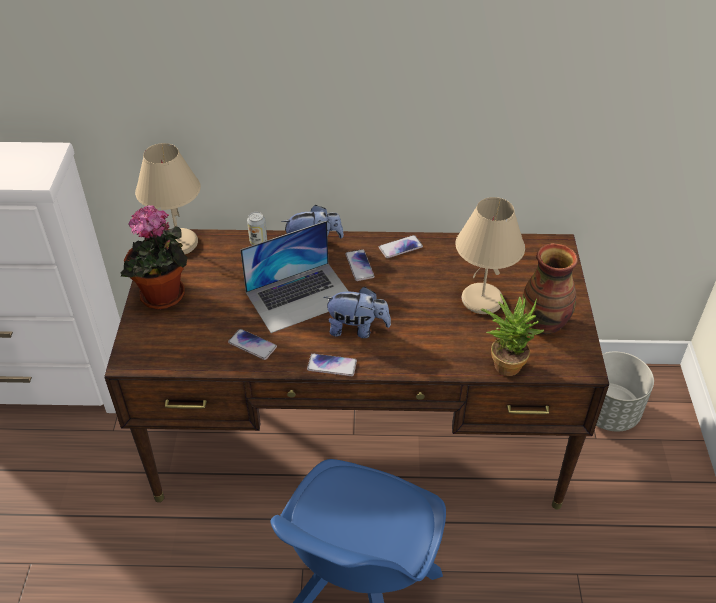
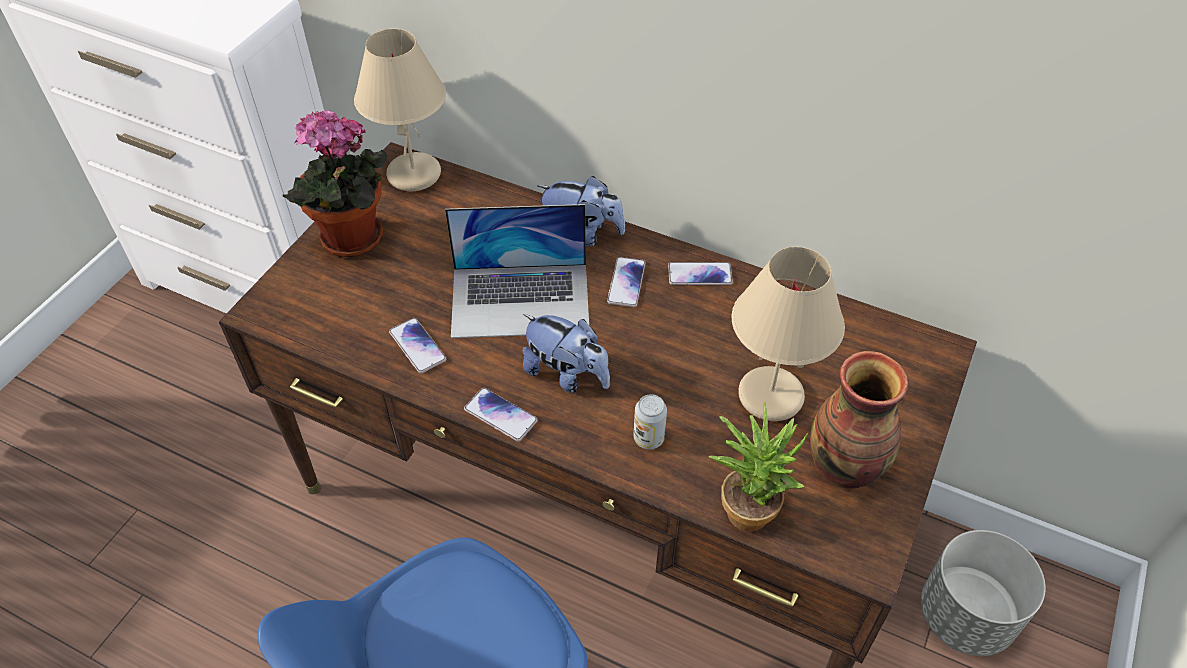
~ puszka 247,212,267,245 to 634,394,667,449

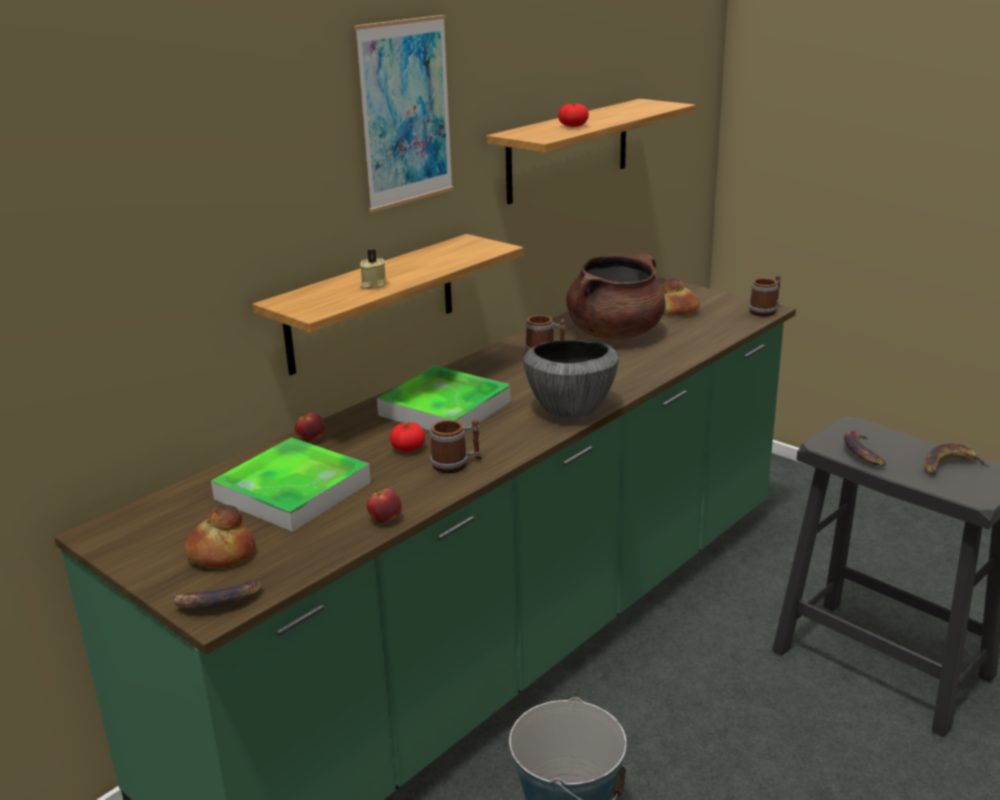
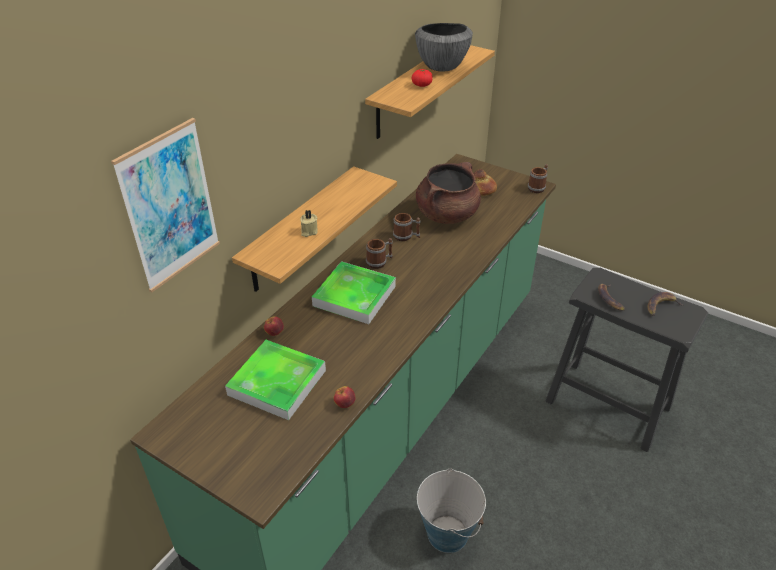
~ obraz 354,15,454,213 to 111,118,220,292
~ kubek 430,419,482,473 to 366,238,393,269
~ miska 523,340,619,418 to 415,23,473,71
- banan 171,580,262,609
- chleb 184,505,255,568
- pomidor 390,422,425,452

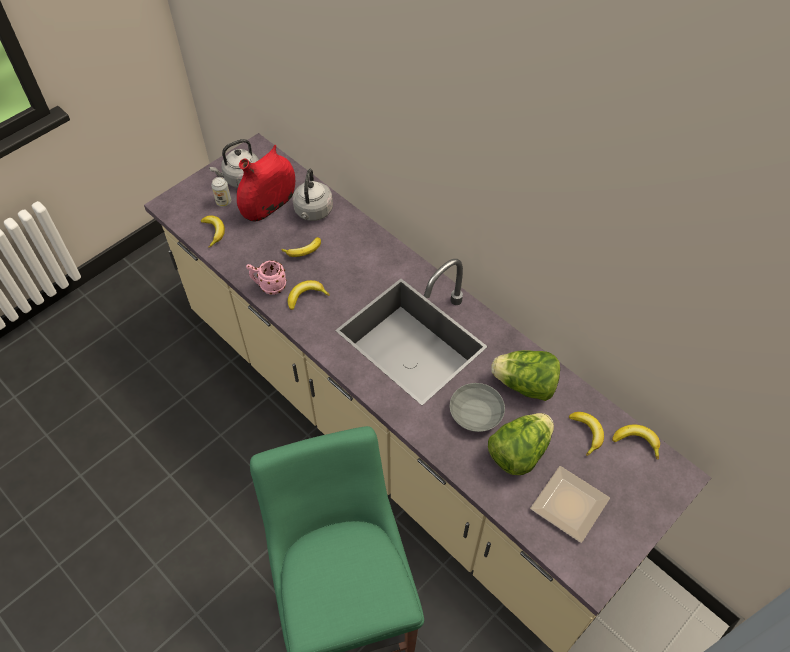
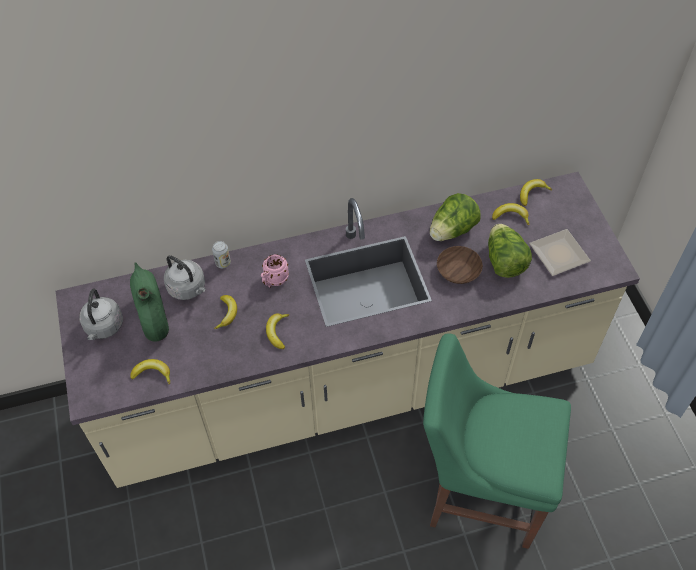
~ wazon (czerwony) 237,145,295,221 to wazon (zielony) 130,262,169,342
~ puszka 211,177,231,207 to 212,241,231,268
~ kubek (różowy) 246,260,286,295 to 261,254,289,288
~ miska (szary) 449,383,505,432 to miska (brązowy) 437,246,483,284

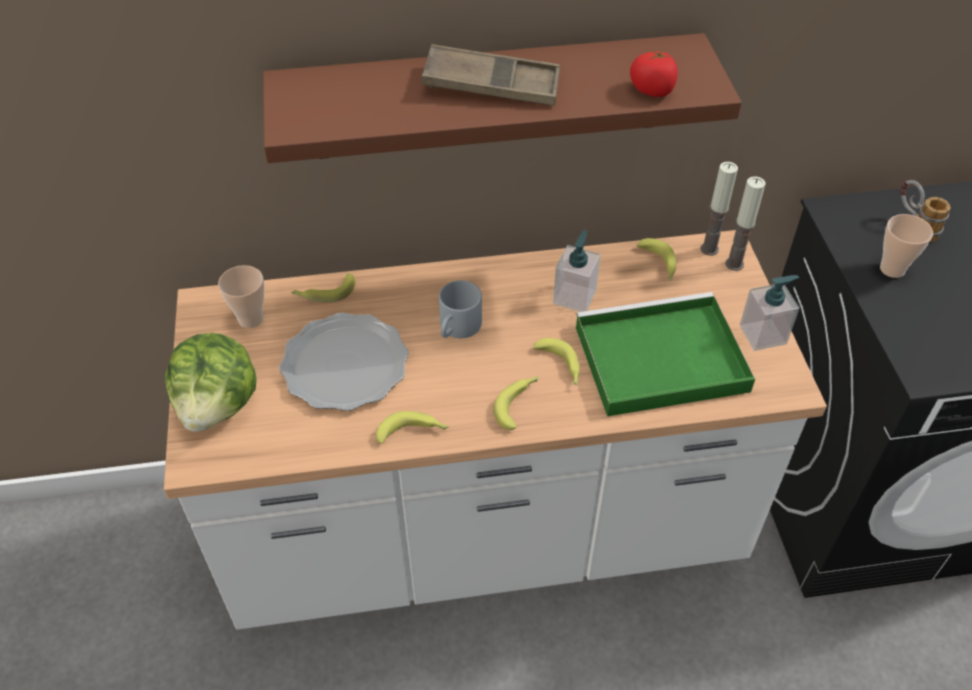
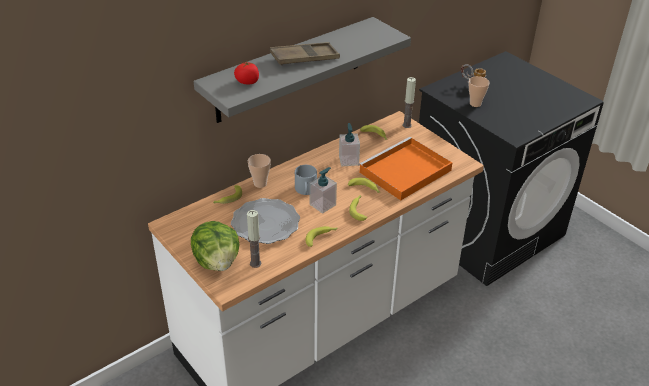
~ półka (brązowy) 263,33,742,163 to półka (szary) 193,17,411,123
~ pomidor 630,48,678,97 to 234,61,259,84
~ świeca 701,162,738,256 to 247,210,261,268
~ filiżanka 218,265,264,328 to 248,154,271,188
~ dozownik mydła 740,275,799,351 to 309,167,337,214
~ taca (zielony) 576,292,755,417 to taca (pomarańczowy) 358,137,452,200

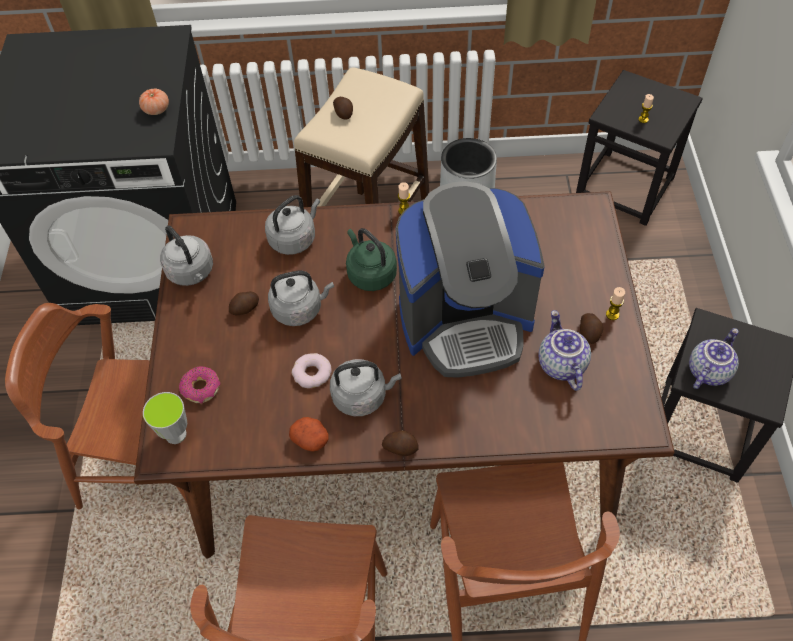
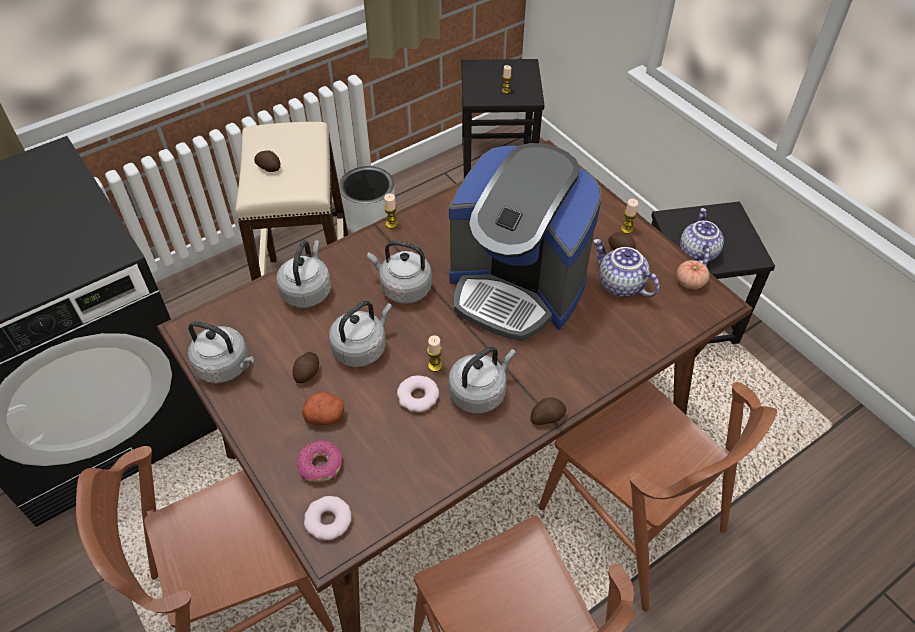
~ ziemniak 289,417,329,452 to 302,392,344,425
~ filiżanka 143,392,187,444 to donut 304,496,351,540
~ czajnik (zielony) 346,228,397,291 to czajnik (szary) 367,240,432,304
+ świeca 427,335,442,372
~ ekspres do kawy 396,181,545,378 = 449,143,602,341 75 degrees clockwise
~ pomidor 139,89,169,115 to 676,260,710,289

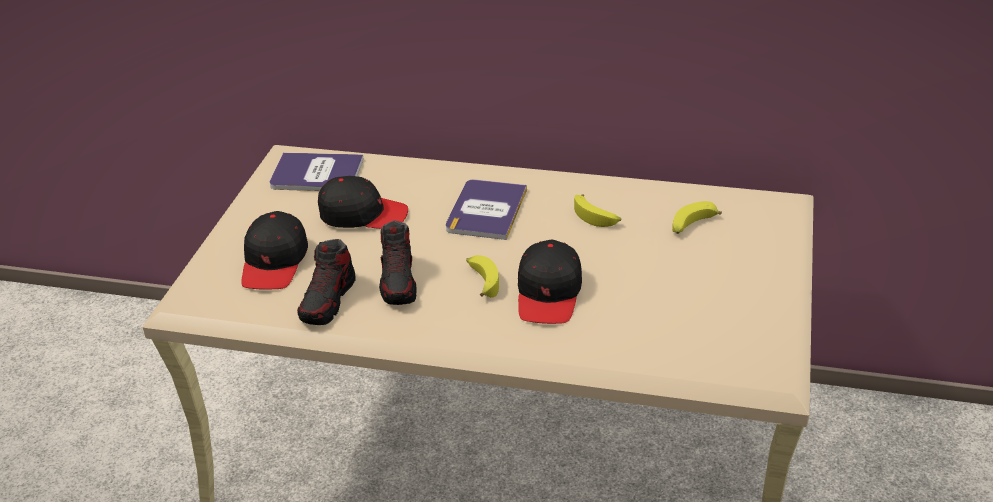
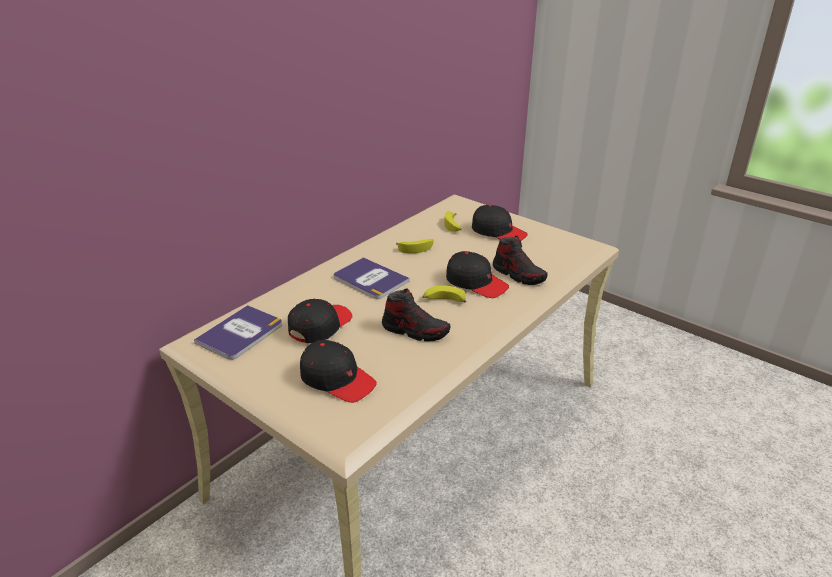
+ czapka z daszkiem (czarny) 472,205,528,241
~ but 297,239,356,325 to 493,236,547,285

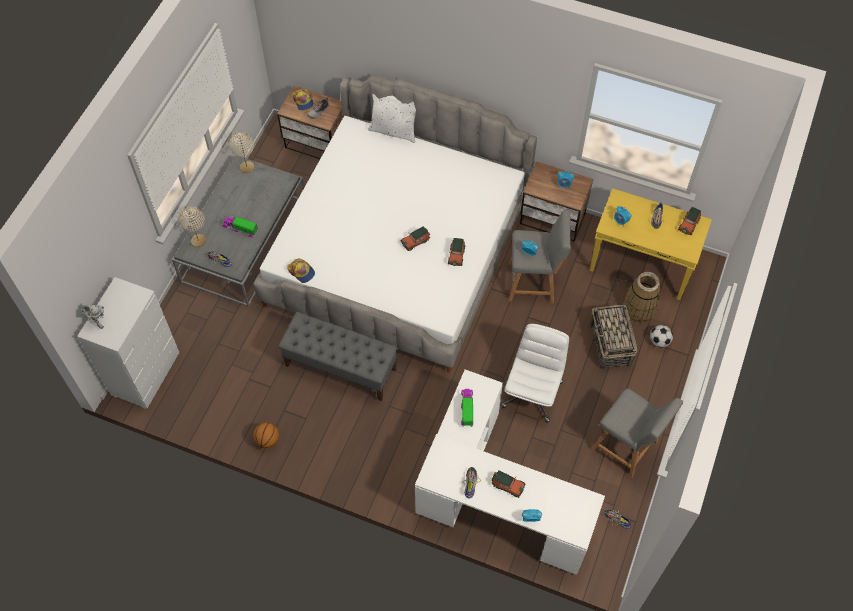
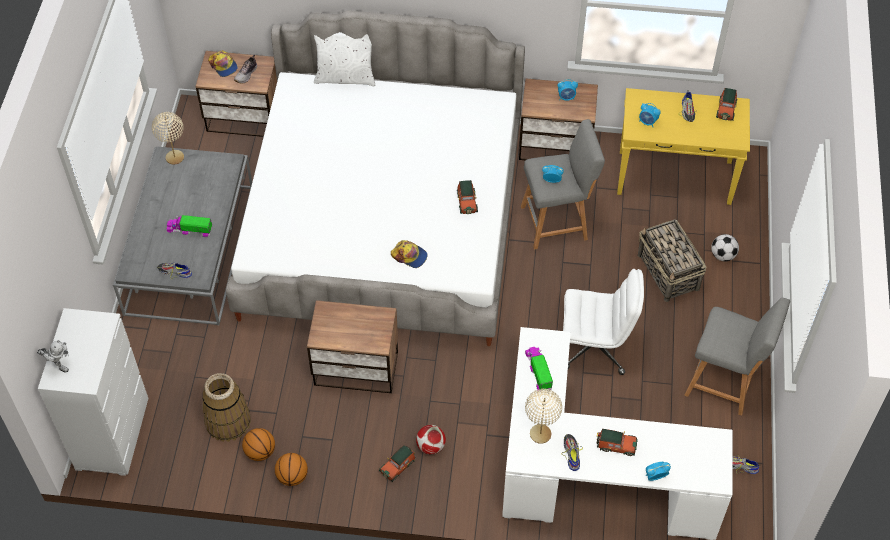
~ koszyk 623,272,661,324 to 202,373,251,442
+ piłka do koszykówki 242,428,275,461
~ ławka (szary) 278,312,398,401 to szafka nocna 307,300,398,393
~ samochodzik 401,226,431,251 to 379,445,416,482
~ czapka z daszkiem 287,258,315,283 to 391,240,428,268
+ piłka futbolowa 416,425,446,455
~ lampa stołowa (beżowy) 178,206,206,247 to 525,389,562,443
~ krzesło biurowe (biały) 501,324,569,423 = 563,269,644,375 90 degrees clockwise

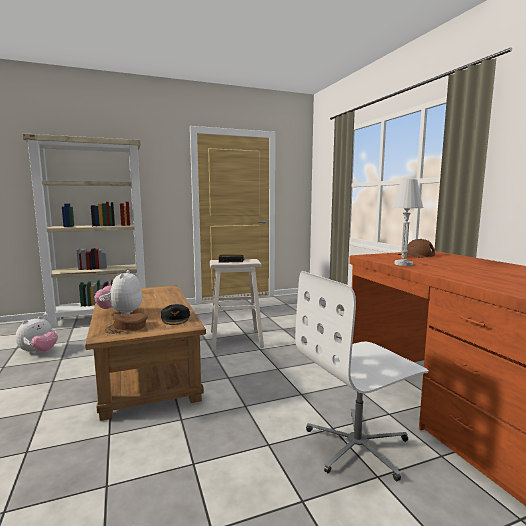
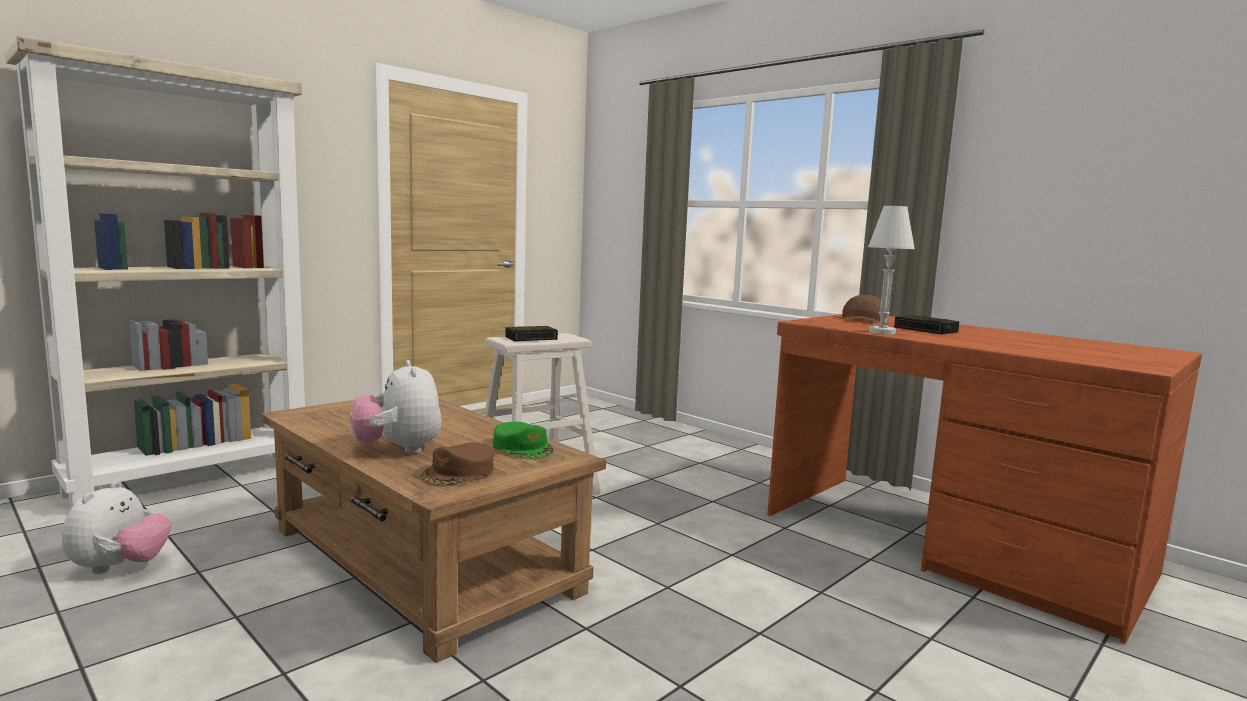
~ czapka z daszkiem (czarny) 161,304,190,325 to czapka z daszkiem (zielony) 493,422,554,459
+ budzik 894,315,960,334
- krzesło biurowe (biały) 295,271,429,481

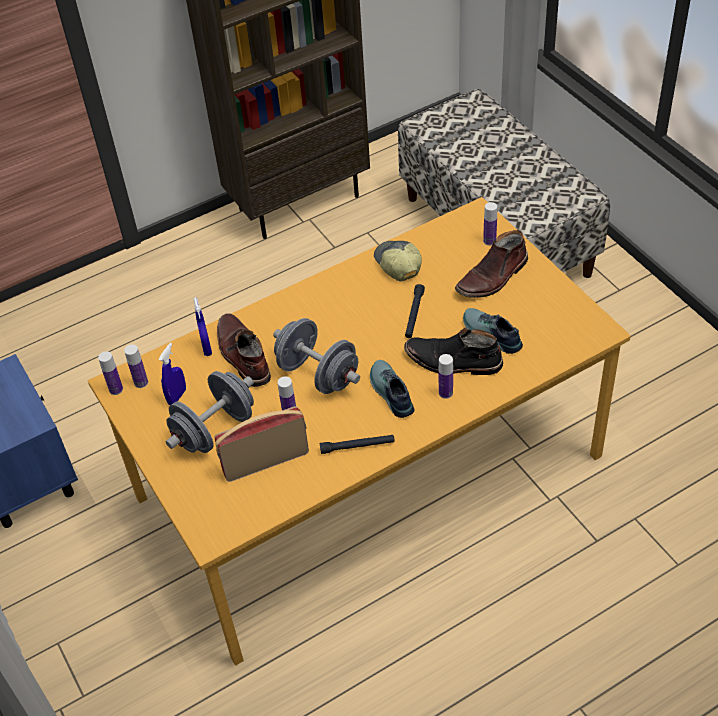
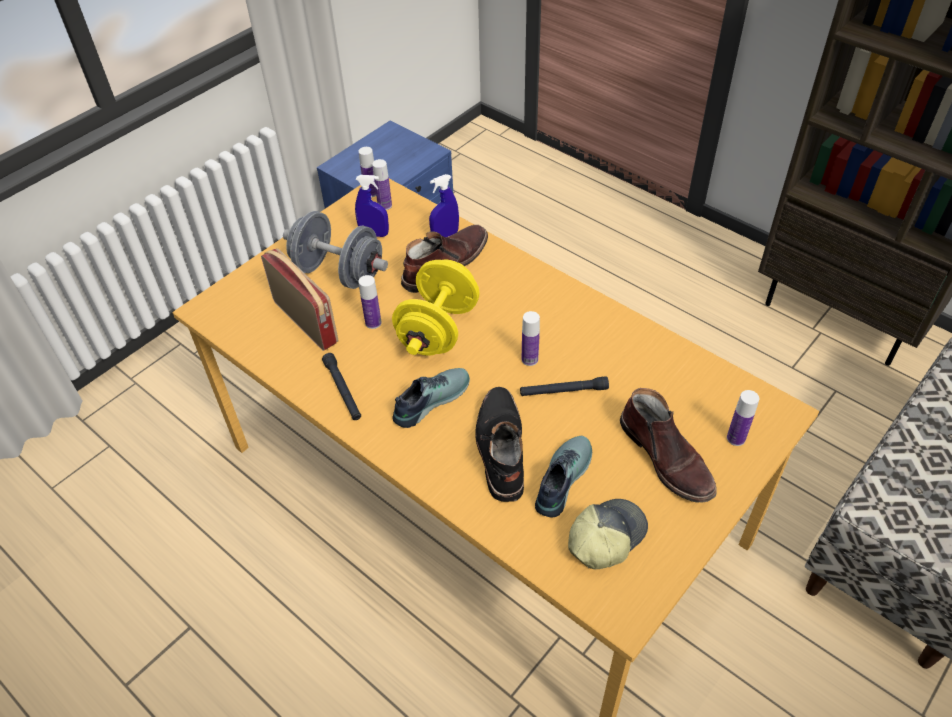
~ hantel (szary) 273,318,360,394 to hantel (żółty) 392,260,480,356
~ butelka 438,354,453,399 to 522,311,540,366
~ czapka z daszkiem 374,241,422,281 to 568,499,648,569
~ but z cholewką (brązowy) 455,230,528,298 = 620,388,717,503 150 degrees counterclockwise

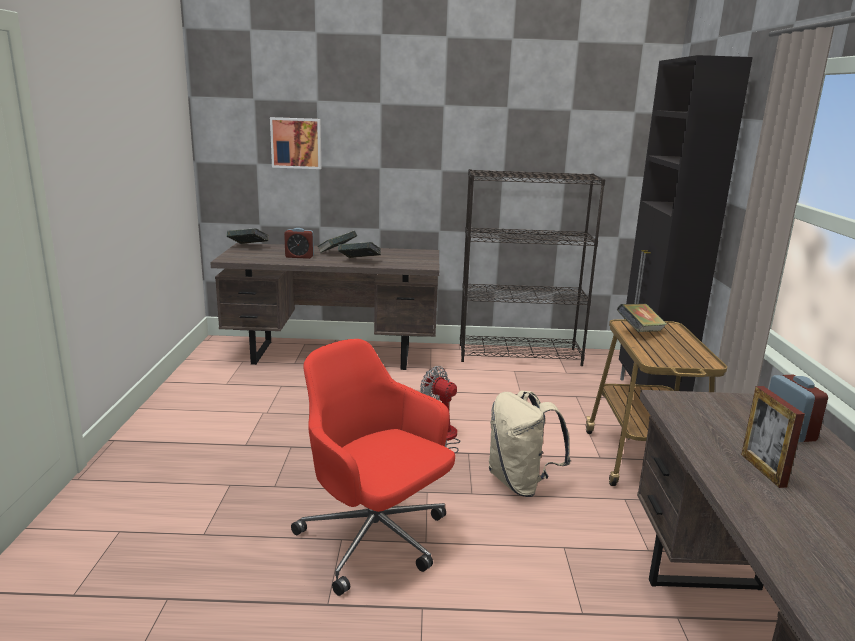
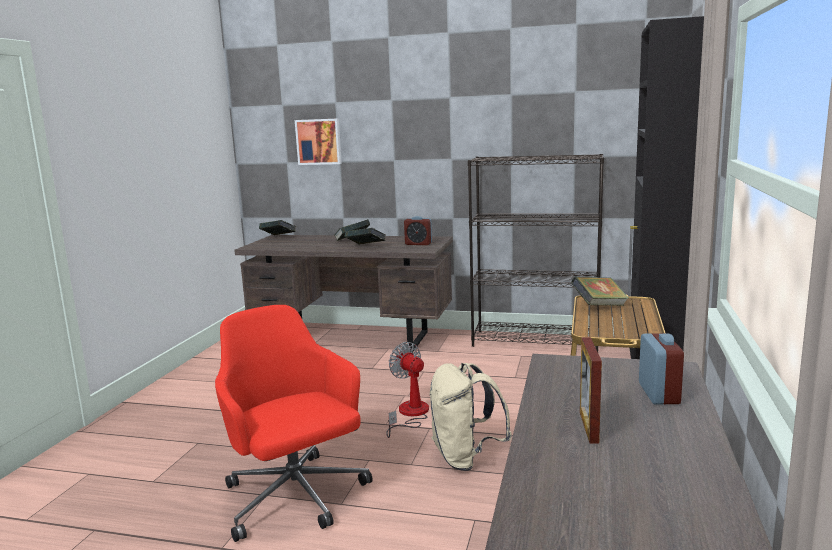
~ budzik 284,228,314,259 to 404,216,432,245

